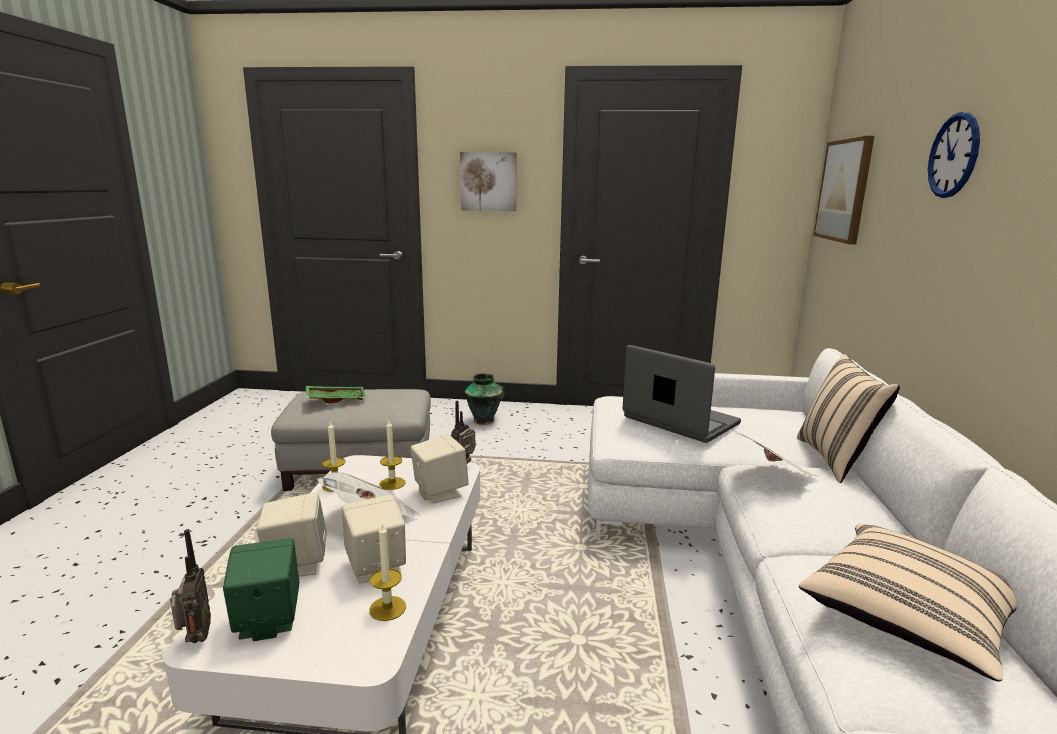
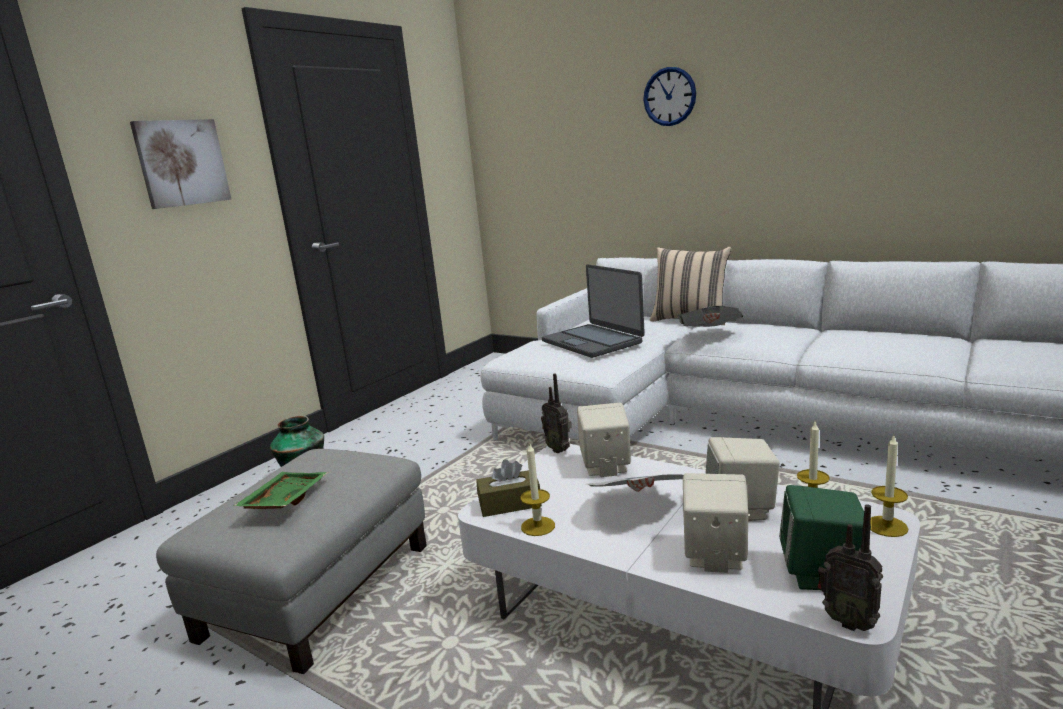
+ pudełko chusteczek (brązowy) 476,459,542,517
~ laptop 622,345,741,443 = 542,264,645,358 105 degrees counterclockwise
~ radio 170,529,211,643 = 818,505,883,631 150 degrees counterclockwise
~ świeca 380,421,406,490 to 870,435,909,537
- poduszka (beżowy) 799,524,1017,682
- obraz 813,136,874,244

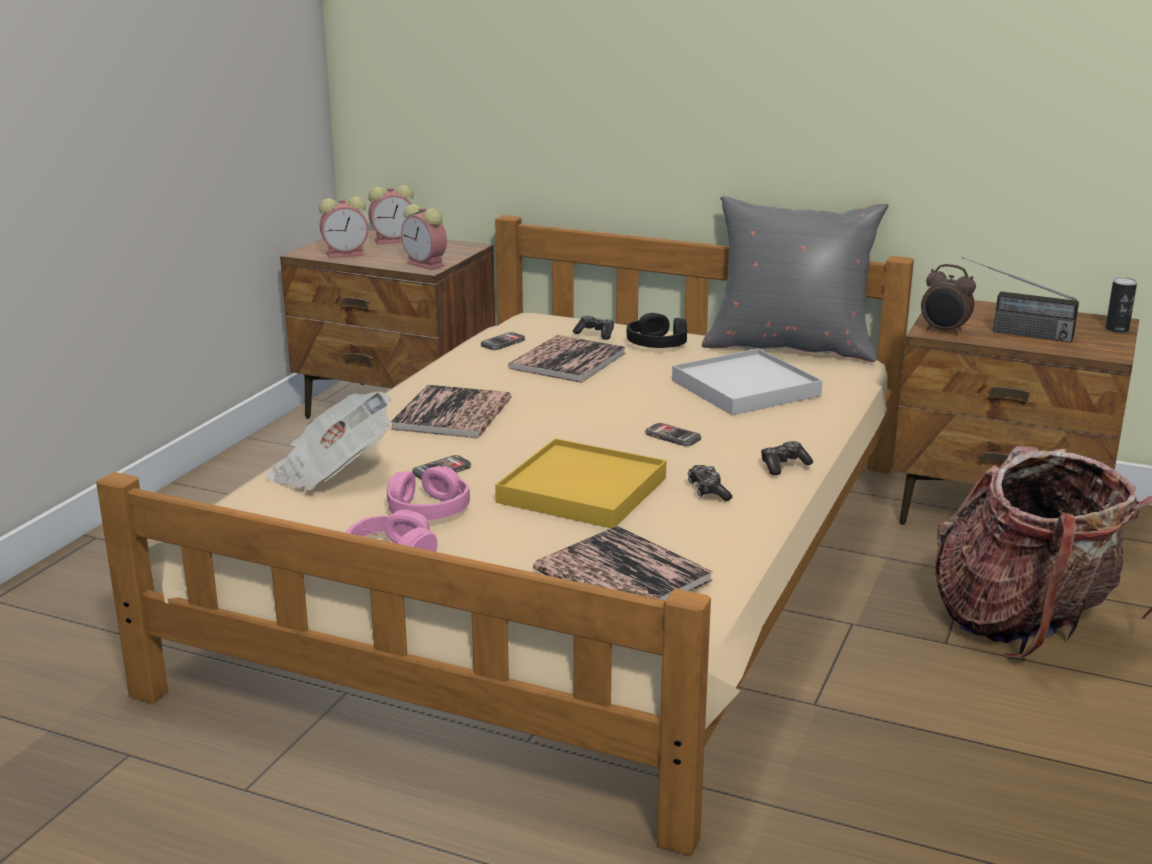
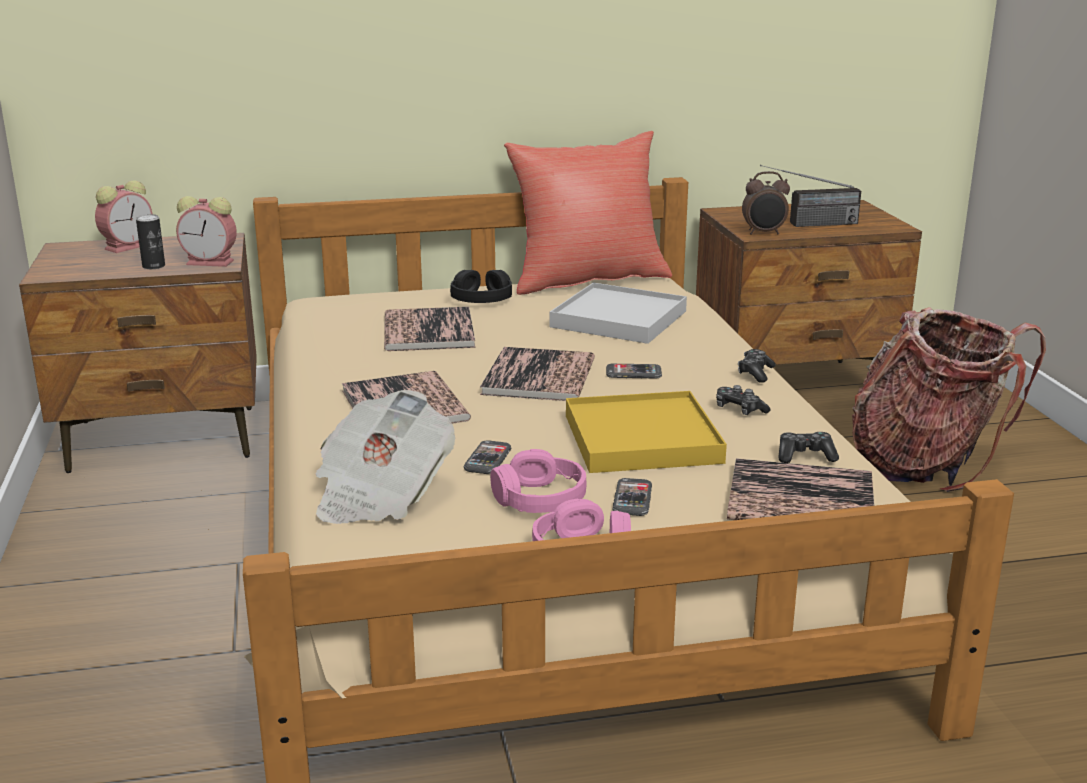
~ puszka 1105,277,1137,333 to 136,214,165,269
+ książka 480,347,595,401
~ poduszka (szary) 702,196,889,362 to poduszka (czerwony) 504,131,672,295
~ telefon 481,332,525,350 to 612,478,652,516
~ pad do gier 573,316,614,340 to 779,432,839,463
- budzik 319,197,368,258

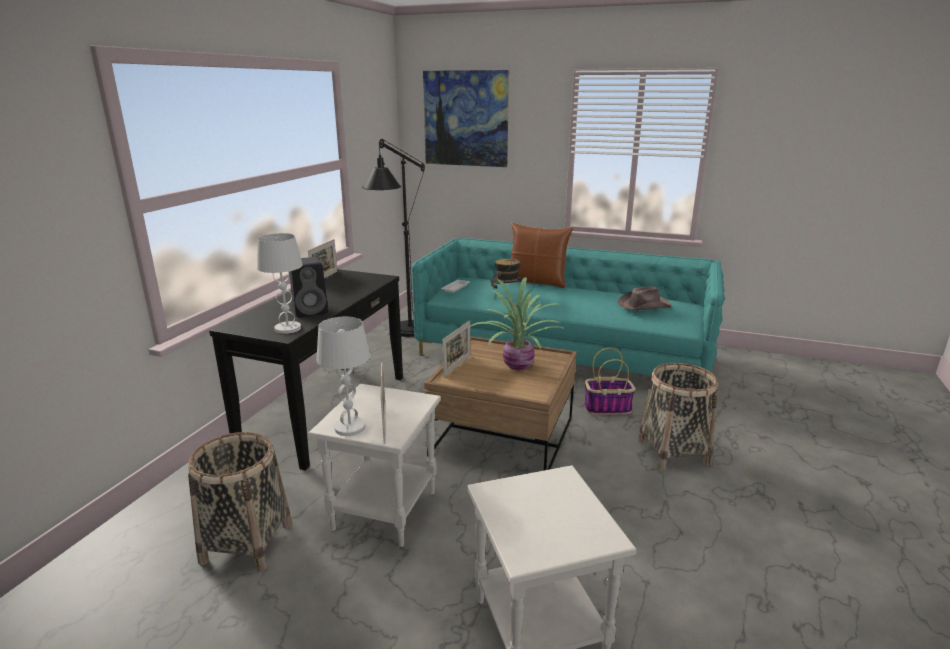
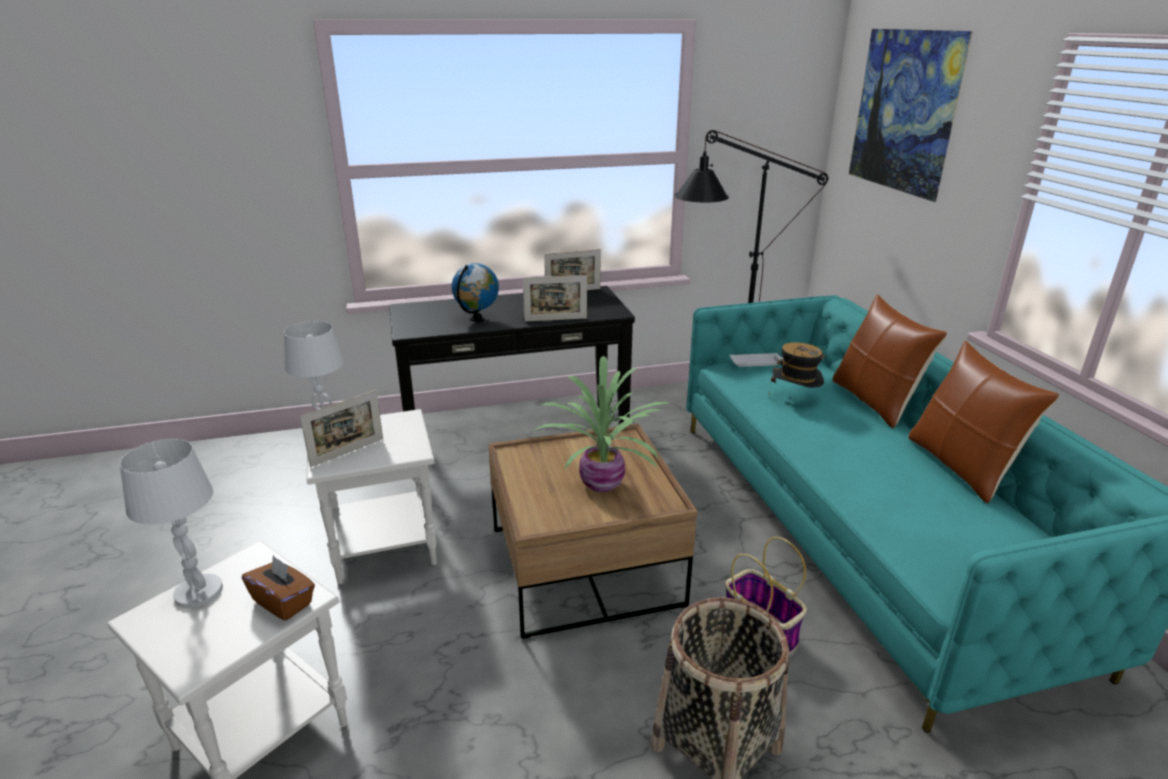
~ lampa stołowa (biały) 257,233,303,334 to 120,439,223,608
+ pudełko chusteczek (brązowy) 242,555,315,621
~ głośnik (czarny) 289,257,328,317 to globus 452,263,499,322
~ ramka na zdjęcie 442,320,470,377 to 523,275,587,322
+ poduszka (brązowy) 908,341,1059,503
- koszyk 188,432,292,571
- kapelusz (brązowy) 617,286,672,311

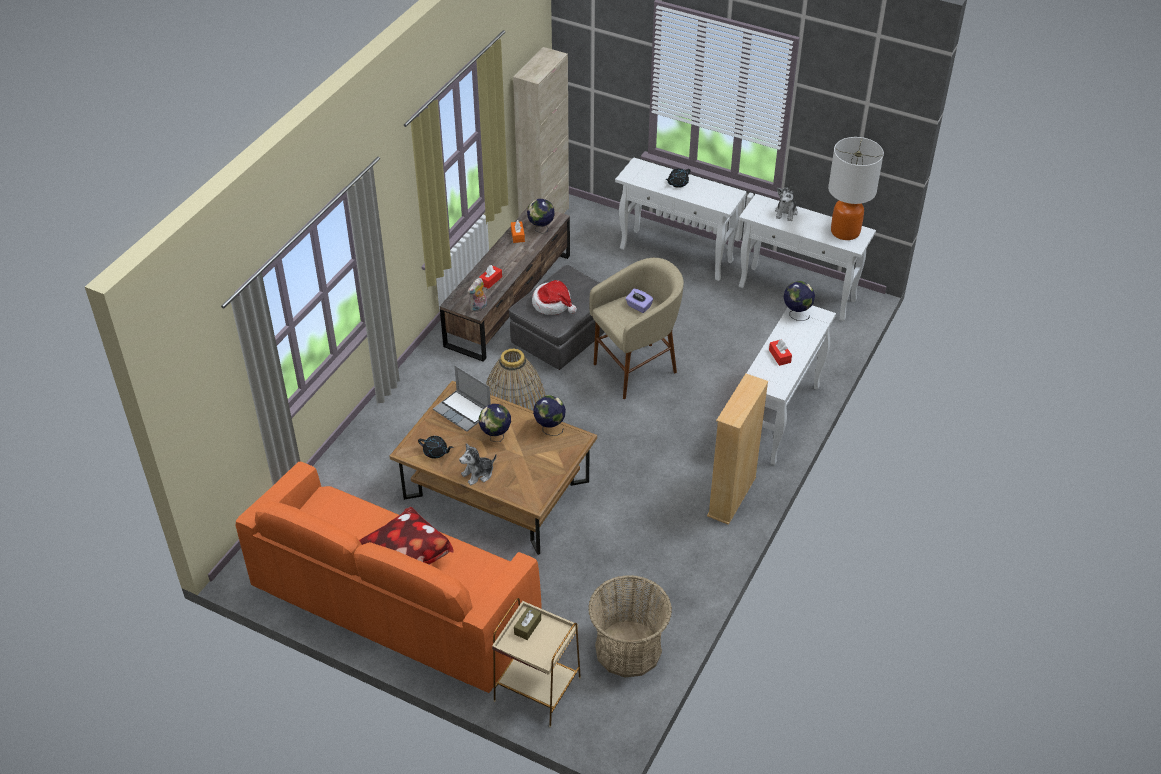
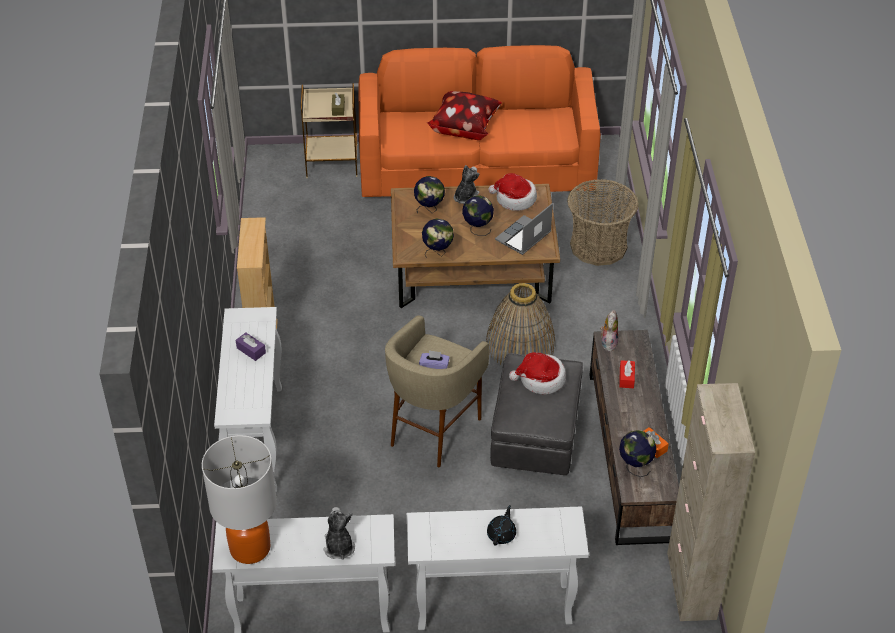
~ pudełko chusteczek (czerwony) 769,339,792,366 to pudełko chusteczek (fioletowy) 236,333,266,361
~ globus 783,281,815,321 to 414,176,445,213
~ imbryk (czarny) 418,436,453,459 to kapelusz 488,173,537,211
~ laptop 433,365,491,432 = 495,203,553,255 60 degrees counterclockwise
~ koszyk 588,575,672,678 to 567,180,638,266

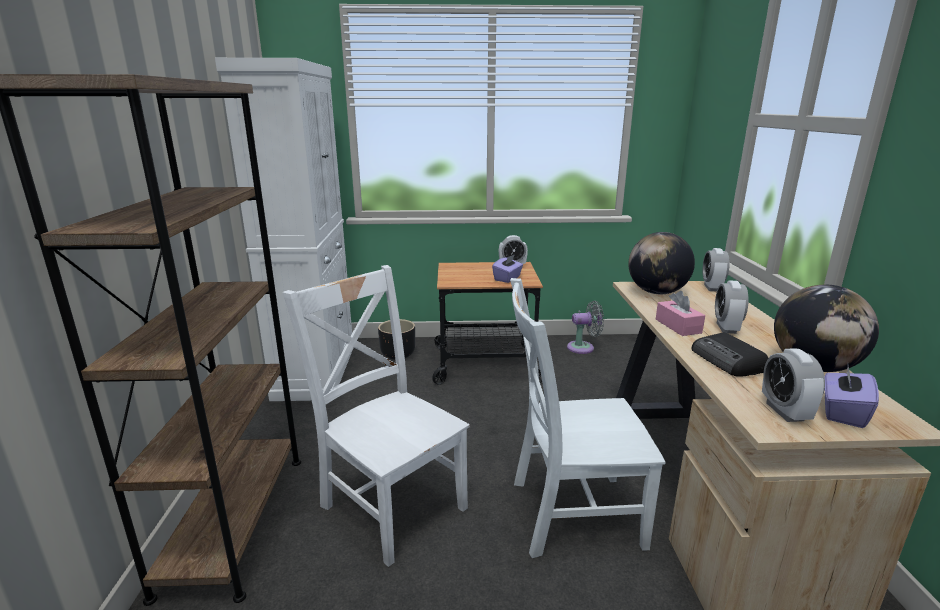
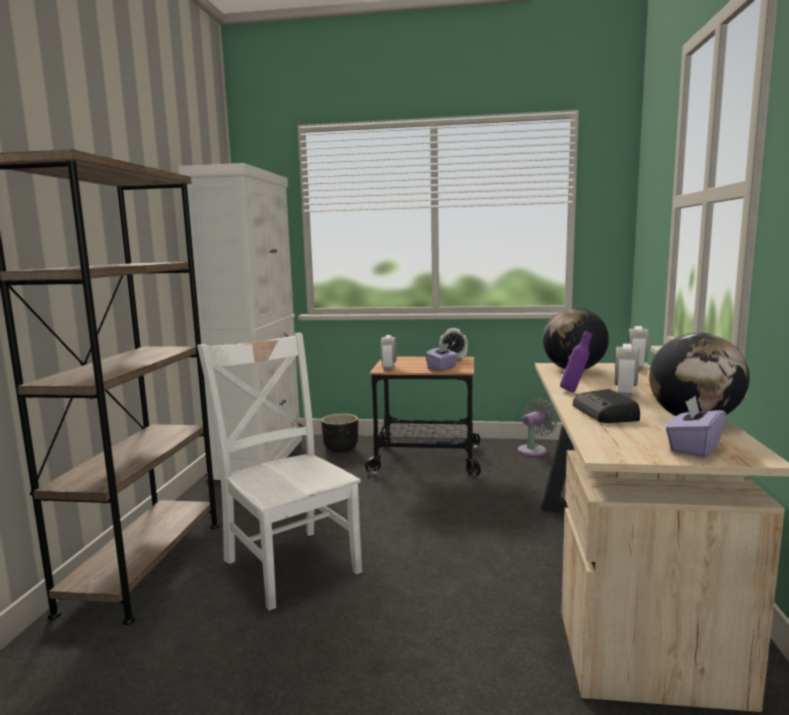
~ budzik 762,348,825,422 to 380,335,397,370
~ wentylator (szary) 567,301,604,354 = 518,398,558,456 45 degrees counterclockwise
~ pudełko chusteczek (różowy) 656,291,705,336 to butelka (fioletowy) 560,331,592,392
- krzesło (biały) 510,278,665,558

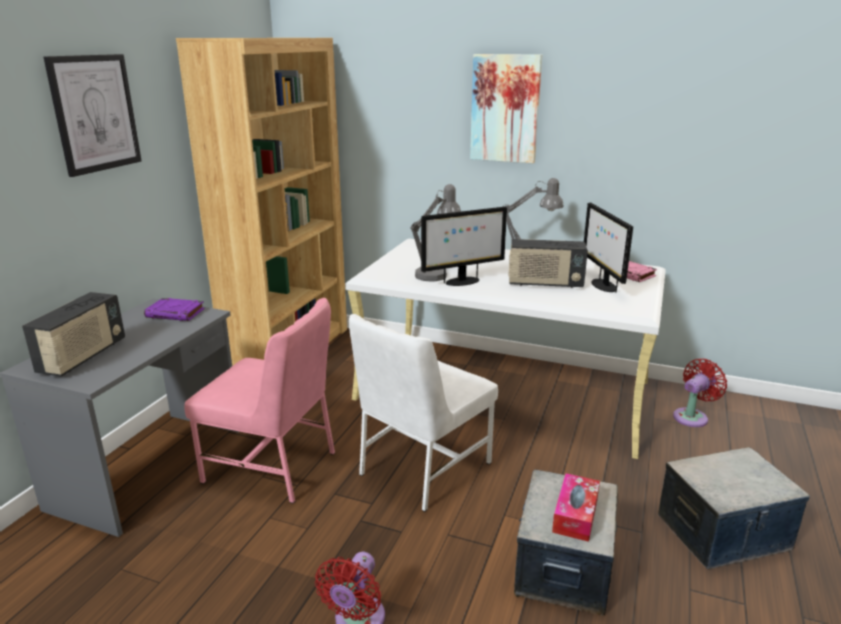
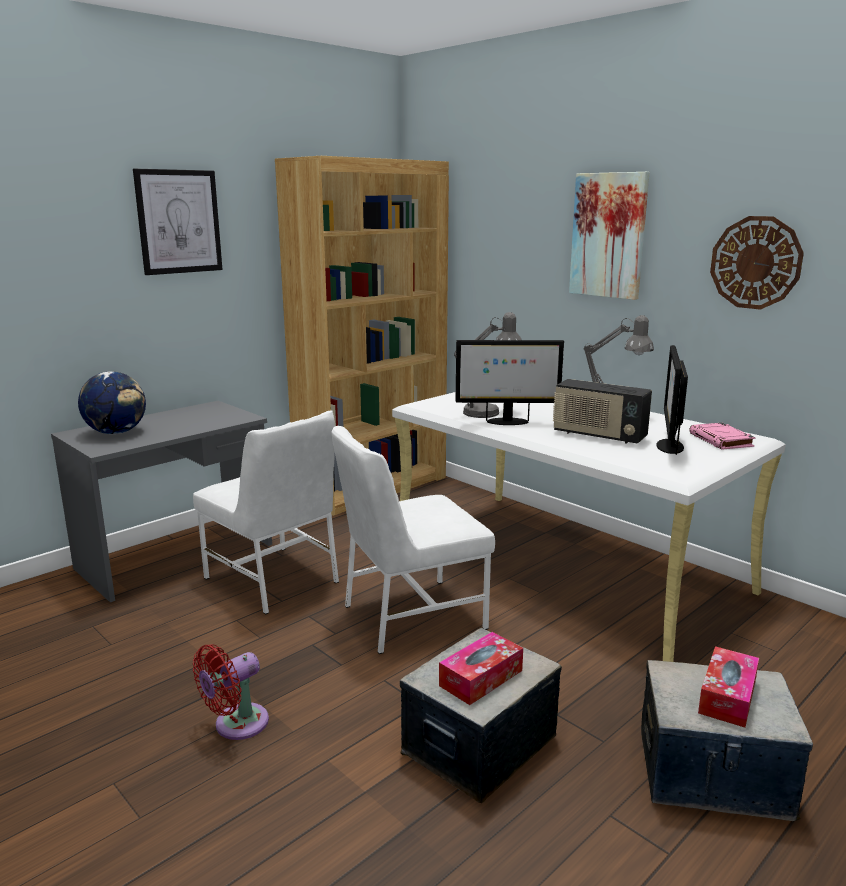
~ radio 22,292,125,377 to globus 78,371,146,434
~ krzesło (różowy) 184,298,335,504 to krzesło (biały) 193,410,339,614
+ pudełko chusteczek 698,646,759,727
+ zegar ścienny 710,216,804,309
- książka (fioletowy) 144,298,205,321
- wentylator (czerwony) 673,359,727,427

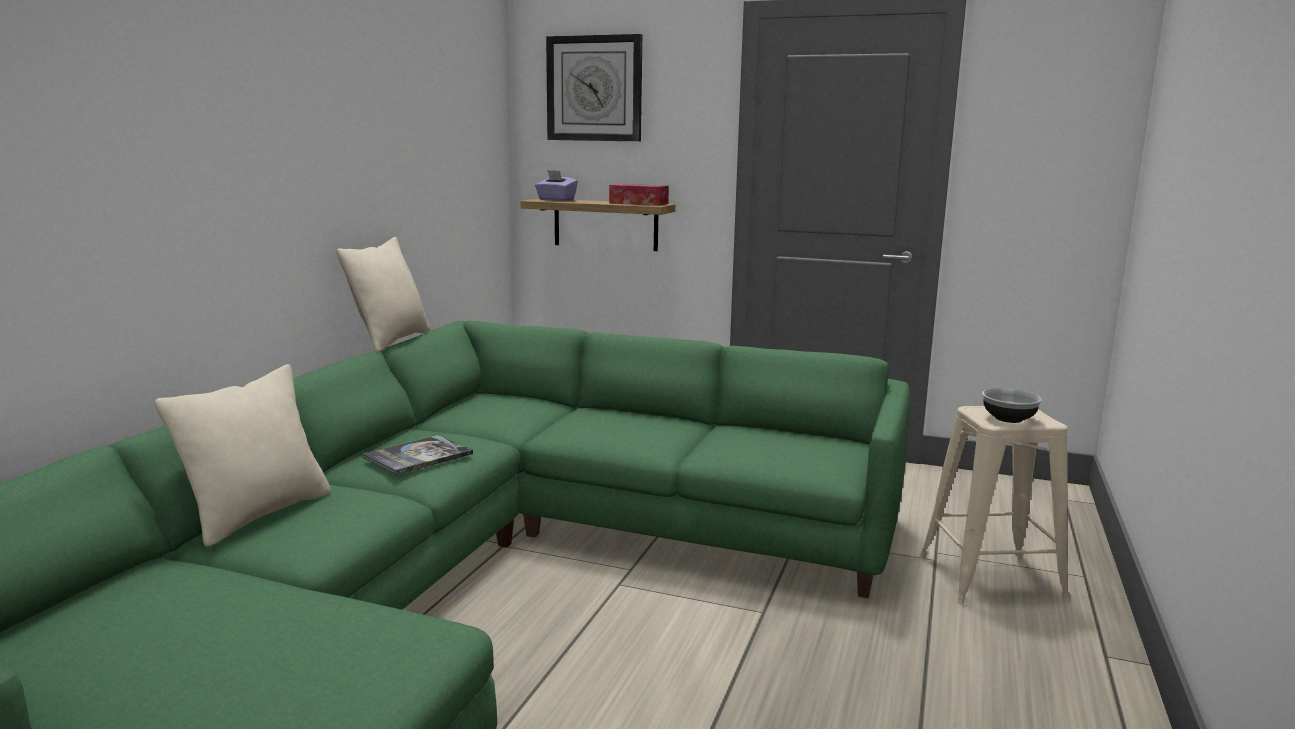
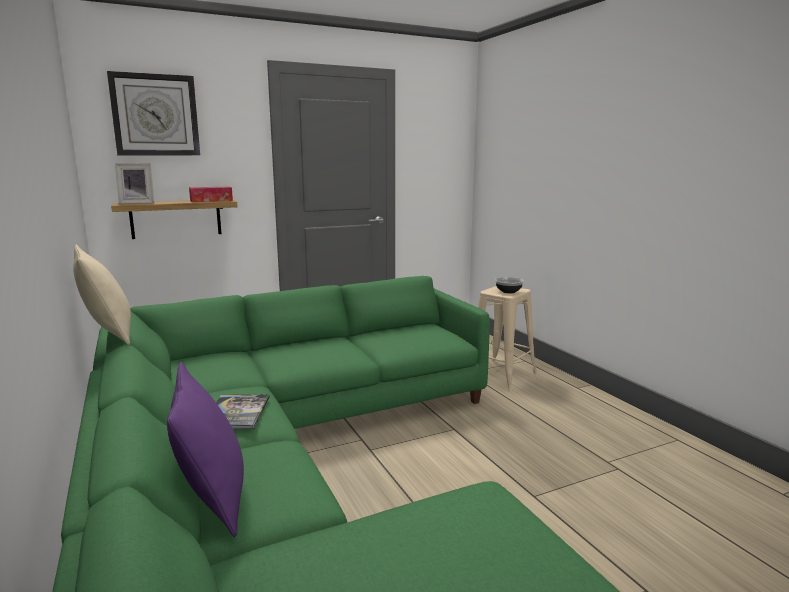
~ pudełko chusteczek (fioletowy) 535,170,578,201 to ramka na zdjęcie 115,163,154,204
~ poduszka (beżowy) 155,364,331,547 to poduszka (fioletowy) 167,362,244,537

